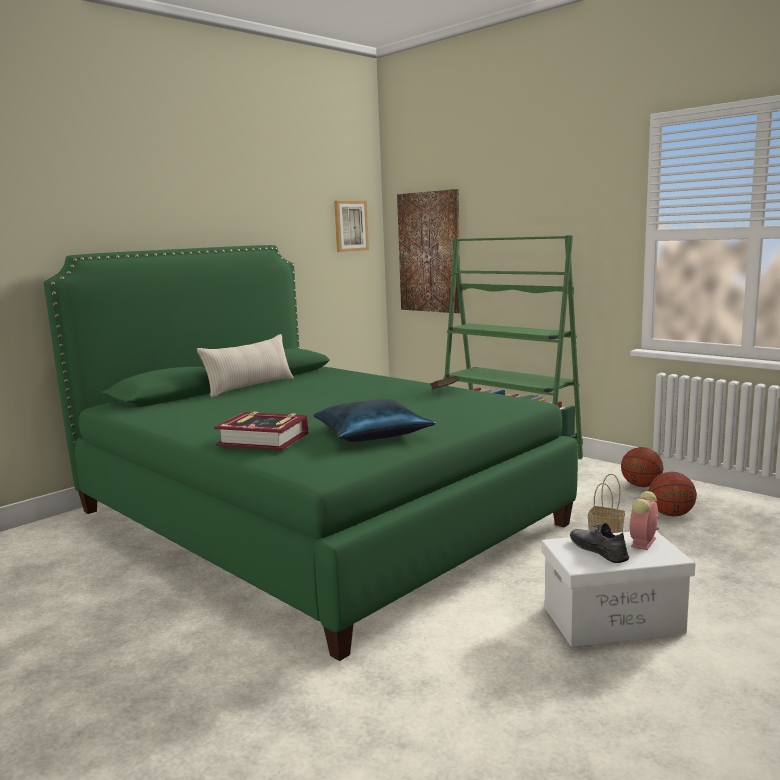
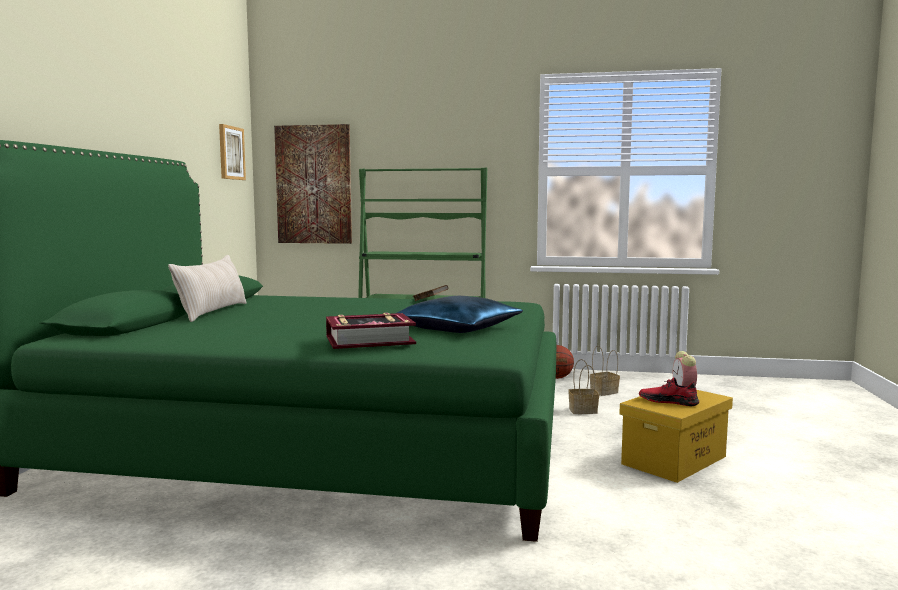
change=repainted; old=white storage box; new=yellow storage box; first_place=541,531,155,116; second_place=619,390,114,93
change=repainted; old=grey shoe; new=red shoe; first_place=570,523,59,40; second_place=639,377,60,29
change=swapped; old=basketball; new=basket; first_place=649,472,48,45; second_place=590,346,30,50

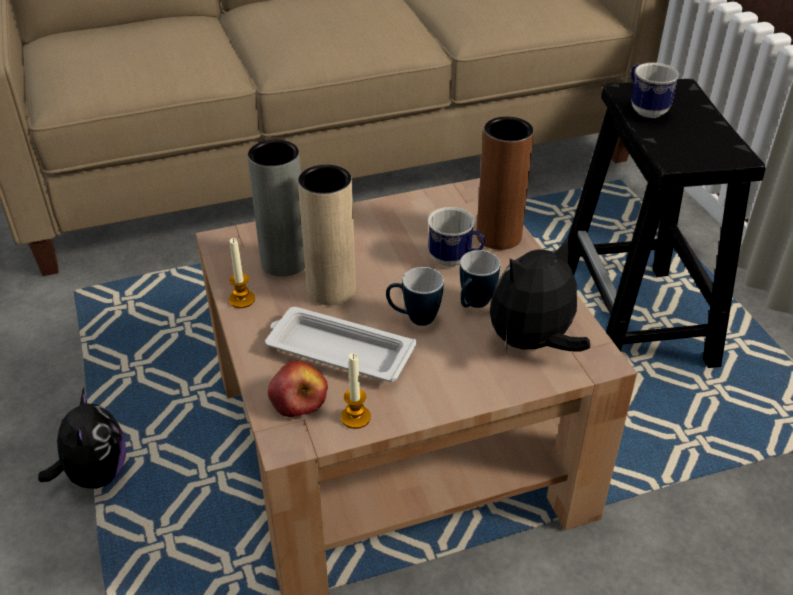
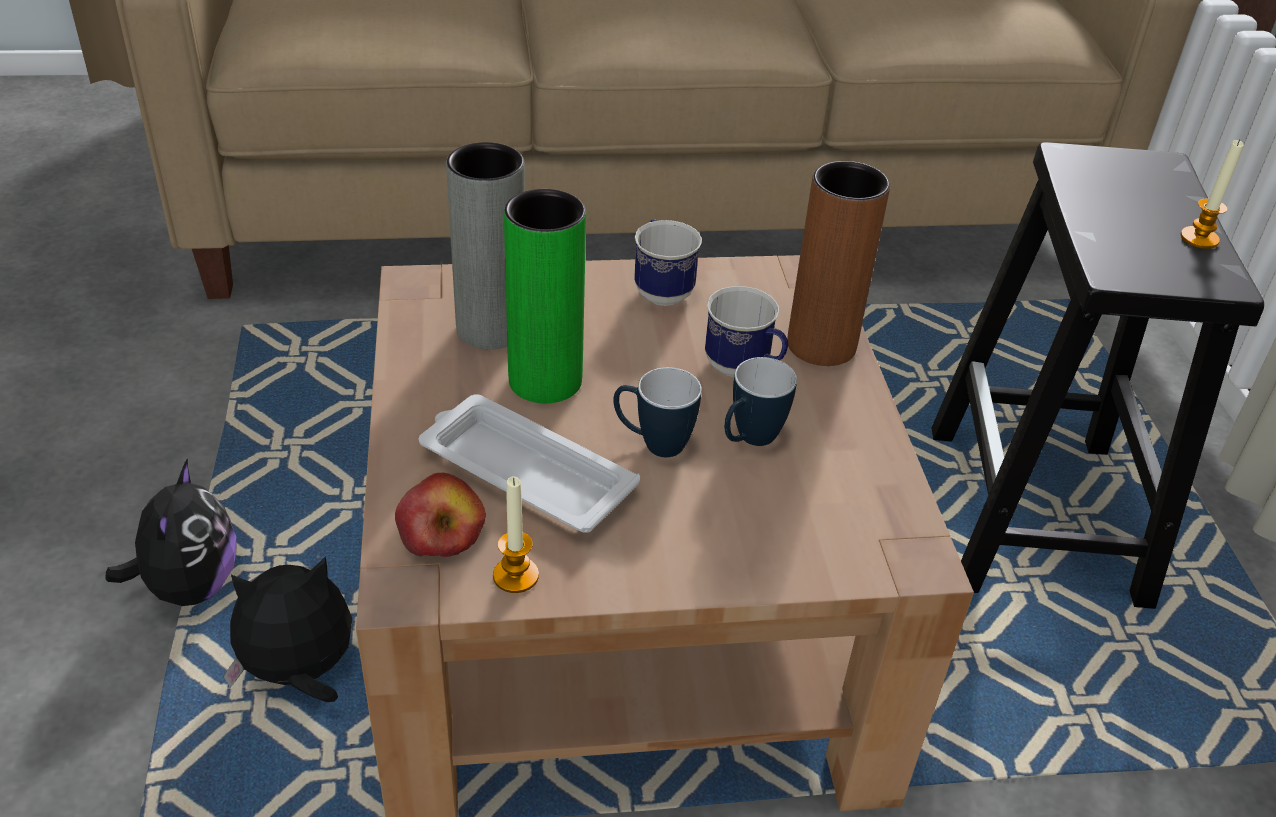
change=shifted; old=candle; first_place=229,238,26,70; second_place=1180,139,64,110
change=repainted; old=beige vase; new=green vase; first_place=298,165,58,140; second_place=504,189,82,214
change=shifted; old=plush toy; first_place=490,237,100,117; second_place=223,556,129,146
change=shifted; old=mug; first_place=631,63,49,55; second_place=634,219,68,87

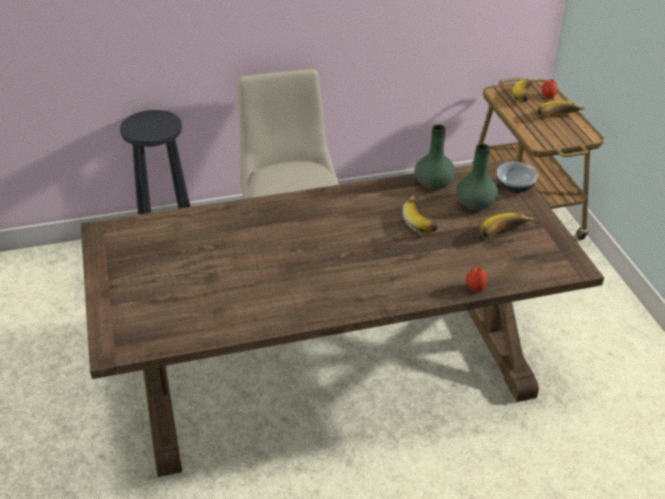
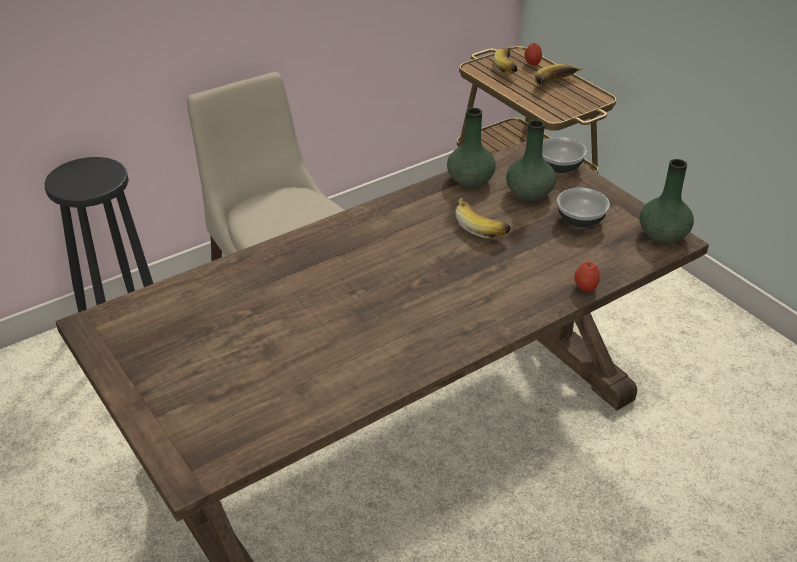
change=swapped; old=banana; new=bowl; first_place=481,213,53,26; second_place=557,188,53,39
change=new; new=green vase; second_place=640,159,54,84

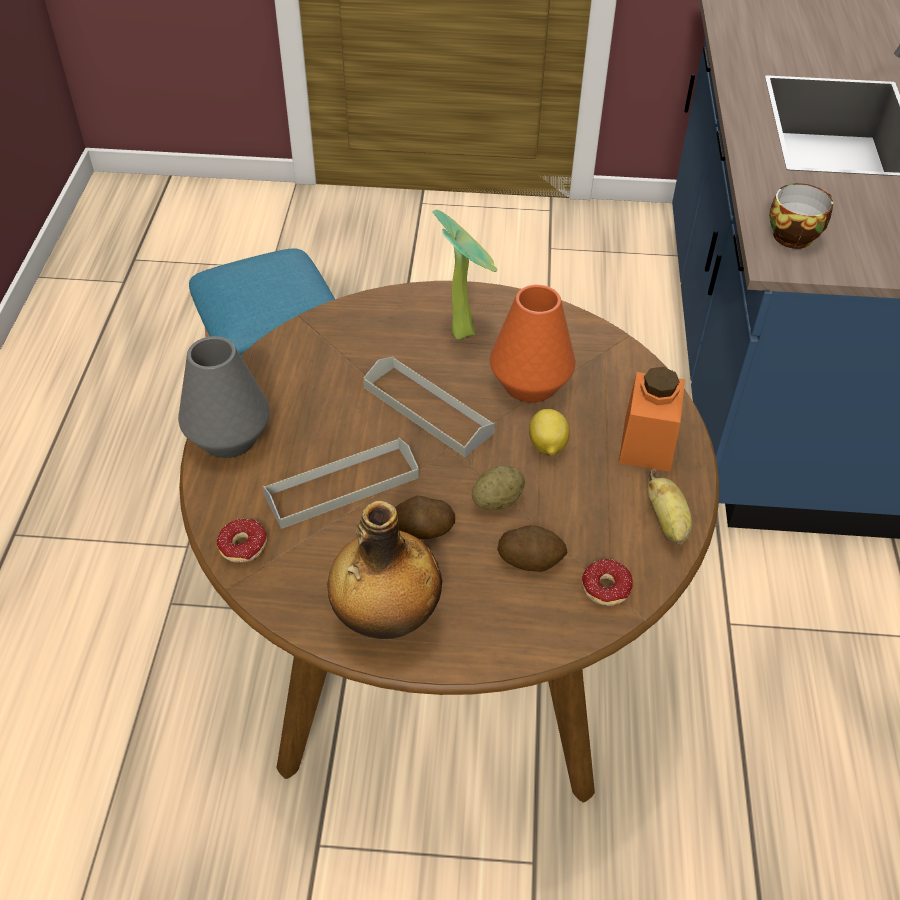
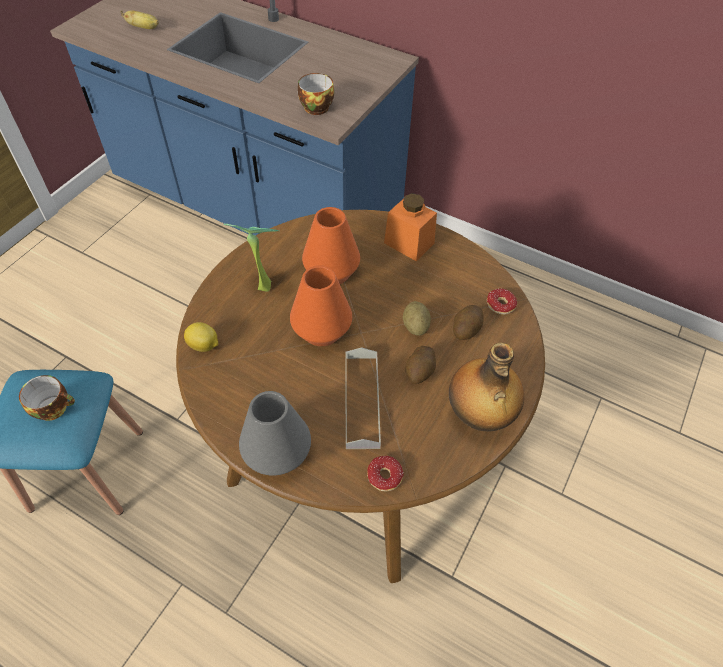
change=swapped; old=grey tray; new=orange vase; first_place=363,356,132,101; second_place=290,265,62,81
change=shifted; old=lemon; first_place=529,409,41,47; second_place=184,322,34,30
change=shifted; old=banana; first_place=648,469,44,76; second_place=120,10,39,19
change=new; new=cup; second_place=19,375,56,46

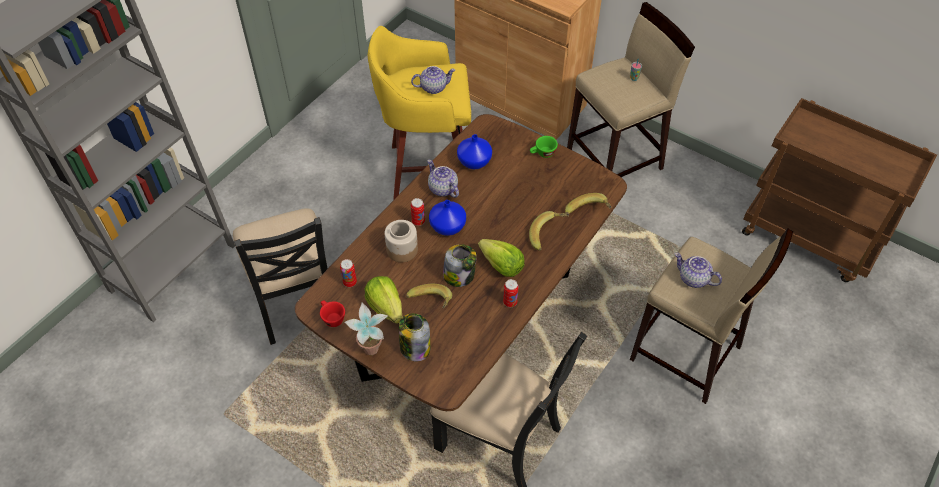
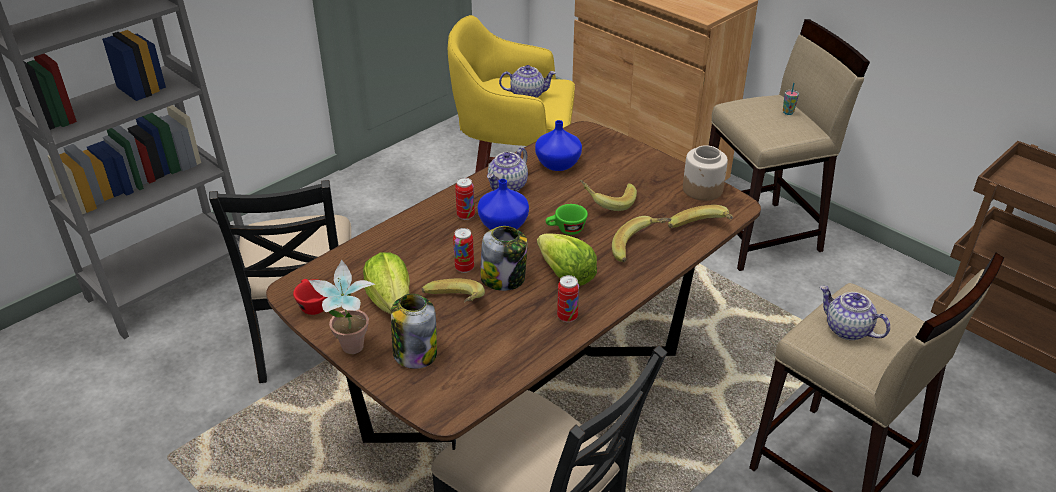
change=shifted; old=can; first_place=340,259,17,28; second_place=453,228,21,45
change=shifted; old=jar; first_place=385,220,33,42; second_place=683,145,45,56
change=rotated; old=teapot; first_place=427,160,32,38; second_place=487,147,41,45; degrees=-120
change=shifted; old=green cup; first_place=530,136,28,22; second_place=546,204,42,31
change=new; new=banana; second_place=580,180,57,31

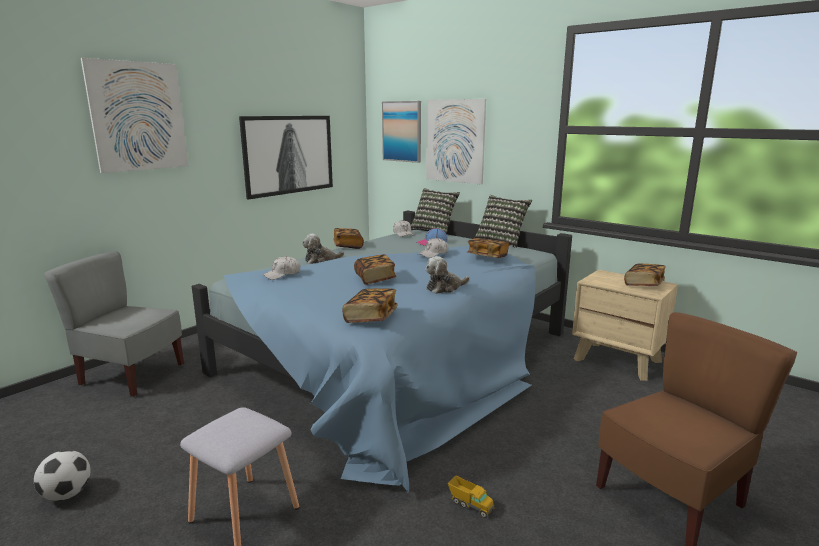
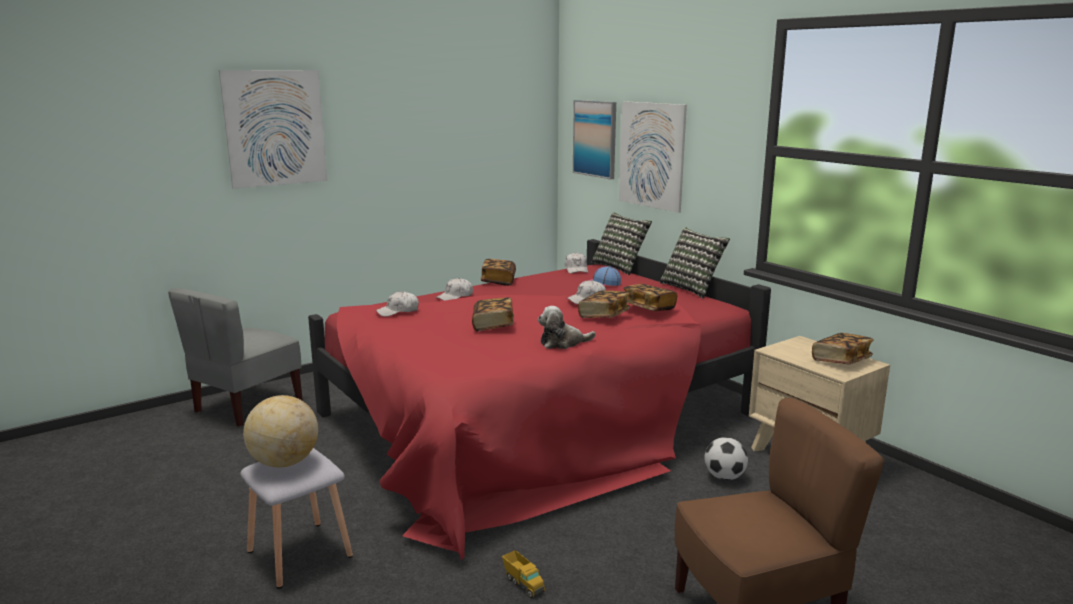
change=shifted; old=football; first_place=34,450,57,51; second_place=704,437,44,43
change=rotated; old=grey chair; first_place=44,251,140,146; second_place=168,288,135,139; degrees=-90
change=repainted; old=blue bed; new=red bed; first_place=192,211,380,282; second_place=308,239,463,321
change=gone; old=picture; first_place=239,116,94,83
change=swapped; old=plush toy; new=white cap; first_place=302,234,42,30; second_place=436,278,37,23
change=shifted; old=book; first_place=342,288,56,35; second_place=578,290,52,28
change=new; new=globe; second_place=243,395,75,72

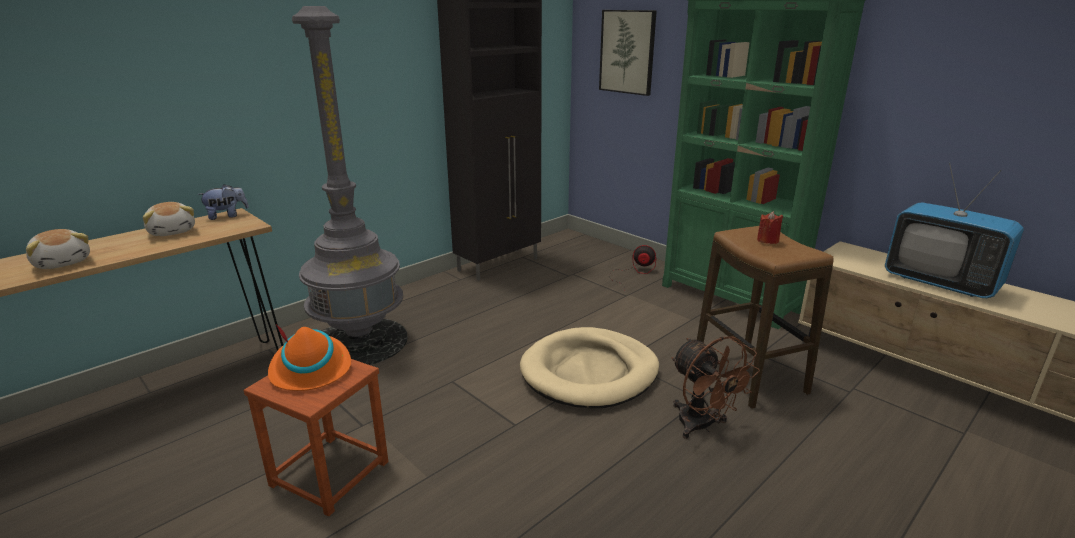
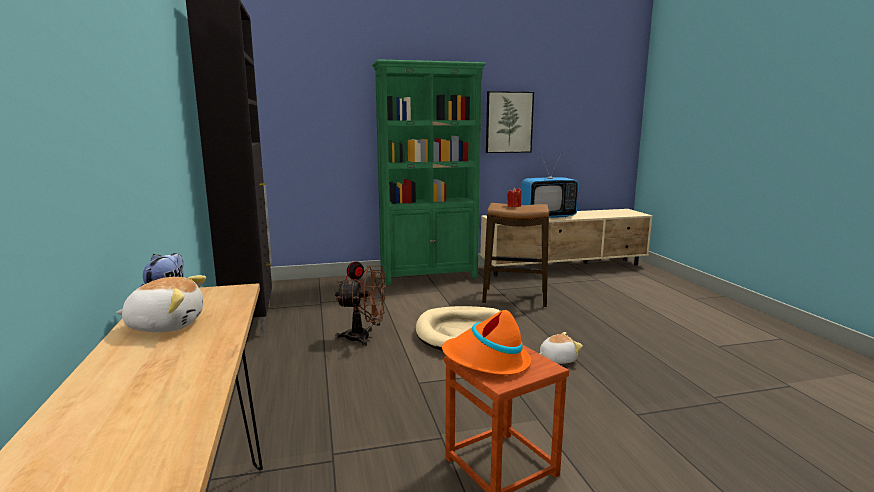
change=shifted; old=plush toy; first_place=26,229,64,40; second_place=539,332,44,32
change=gone; old=grey floor lamp; first_place=292,6,116,359
change=shifted; old=picture; first_place=599,10,58,86; second_place=486,91,48,62
change=shifted; old=brown fan; first_place=672,336,88,103; second_place=335,265,51,81

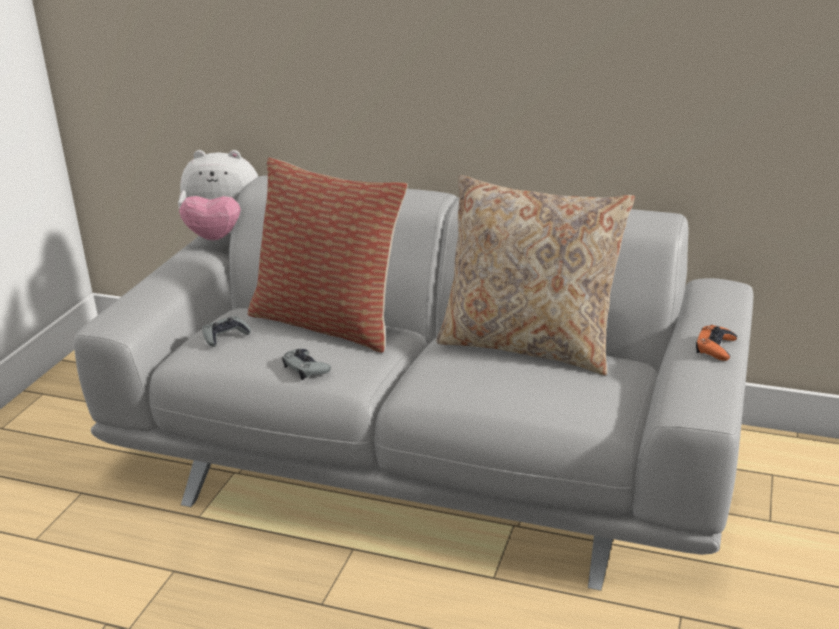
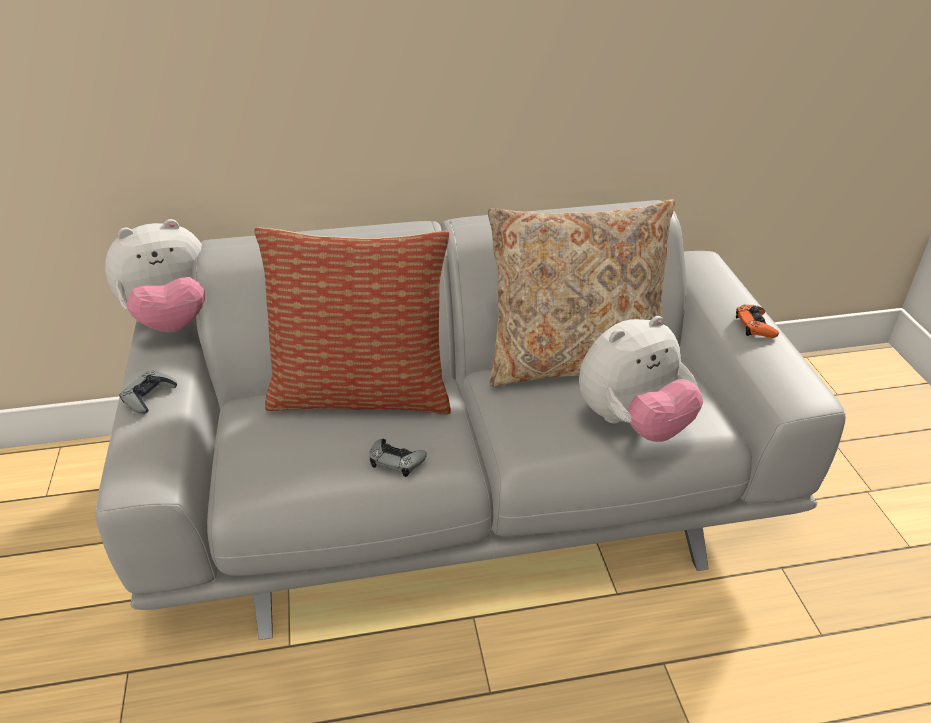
change=shifted; old=grey game controller; first_place=202,316,49,31; second_place=120,371,57,43
change=new; new=plush toy; second_place=579,316,124,126

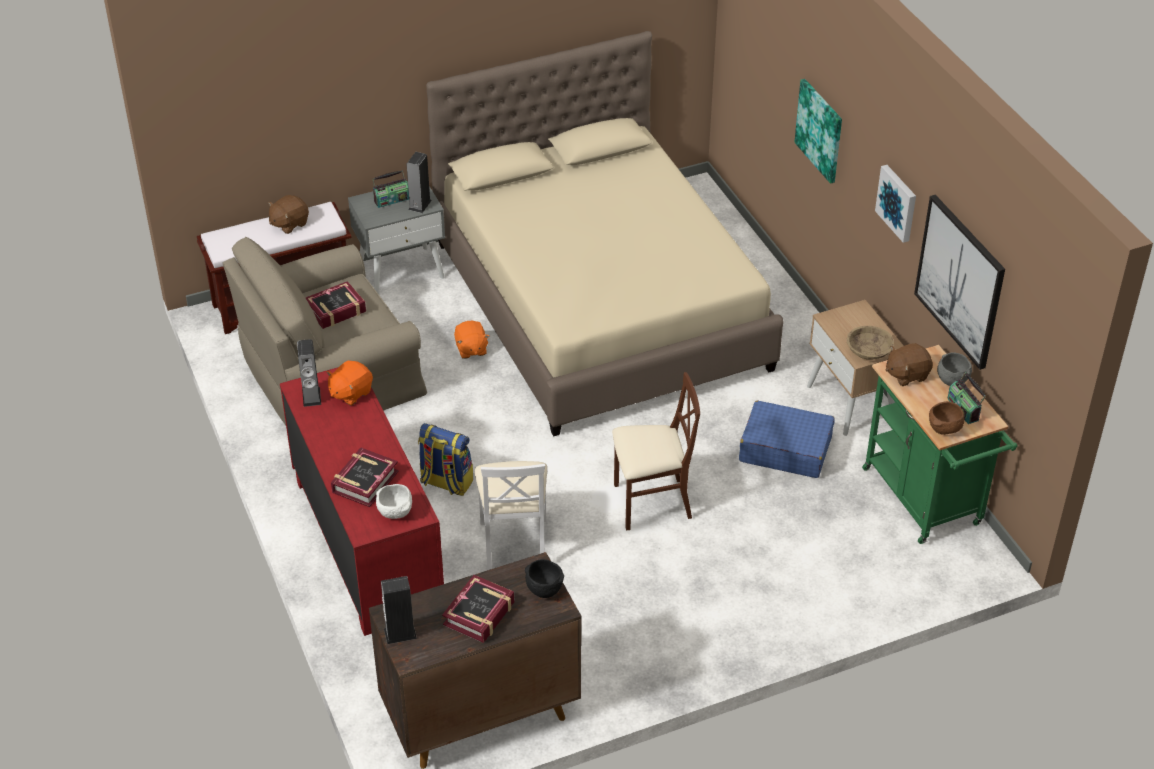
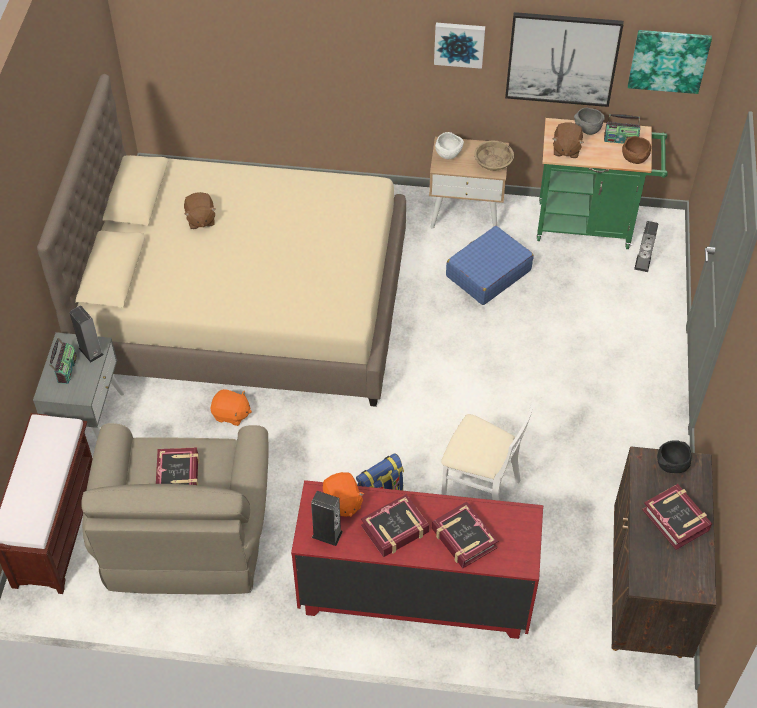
change=shifted; old=brown plush toy; first_place=268,195,41,39; second_place=184,192,32,37
change=shifted; old=white bowl; first_place=376,484,36,35; second_place=435,132,29,27
change=shifted; old=speaker; first_place=381,576,36,68; second_place=634,221,24,51
change=gone; old=brown chair; first_place=612,372,88,159
change=shifted; old=picture; first_place=794,79,48,105; second_place=628,30,84,64
change=new; new=book; second_place=361,494,68,63

